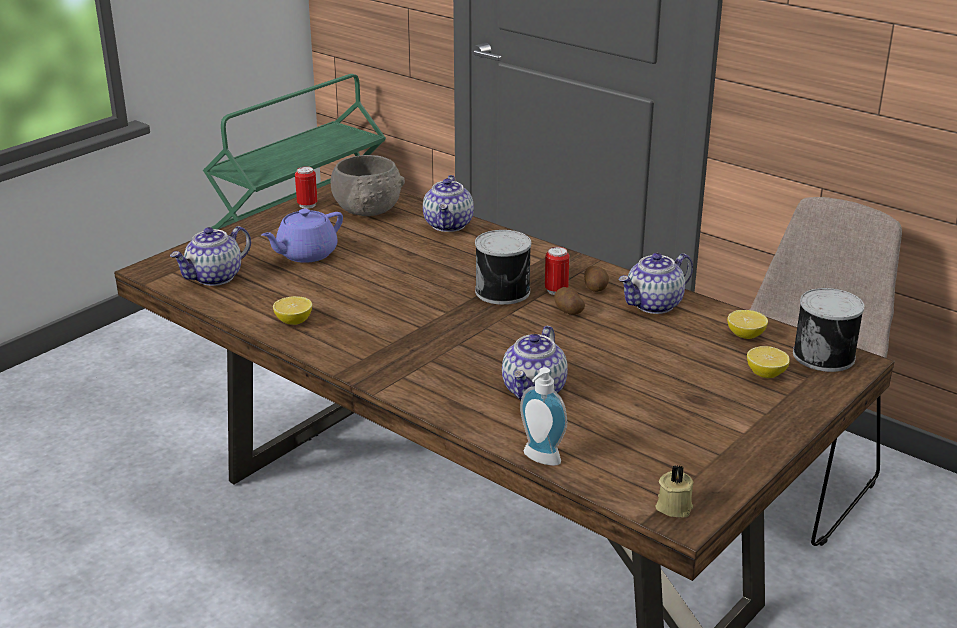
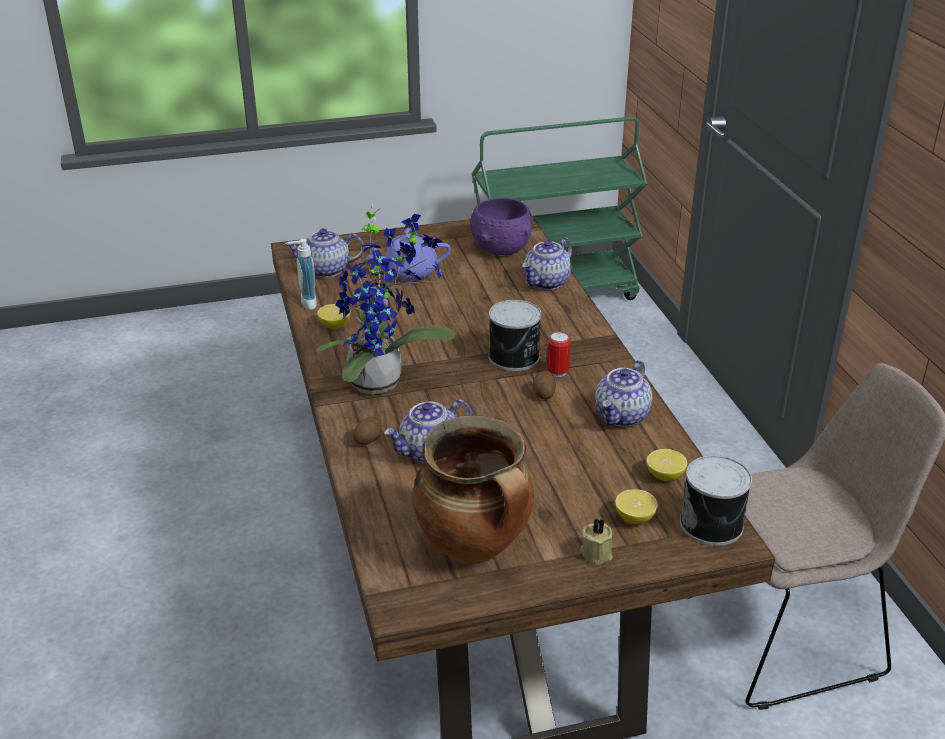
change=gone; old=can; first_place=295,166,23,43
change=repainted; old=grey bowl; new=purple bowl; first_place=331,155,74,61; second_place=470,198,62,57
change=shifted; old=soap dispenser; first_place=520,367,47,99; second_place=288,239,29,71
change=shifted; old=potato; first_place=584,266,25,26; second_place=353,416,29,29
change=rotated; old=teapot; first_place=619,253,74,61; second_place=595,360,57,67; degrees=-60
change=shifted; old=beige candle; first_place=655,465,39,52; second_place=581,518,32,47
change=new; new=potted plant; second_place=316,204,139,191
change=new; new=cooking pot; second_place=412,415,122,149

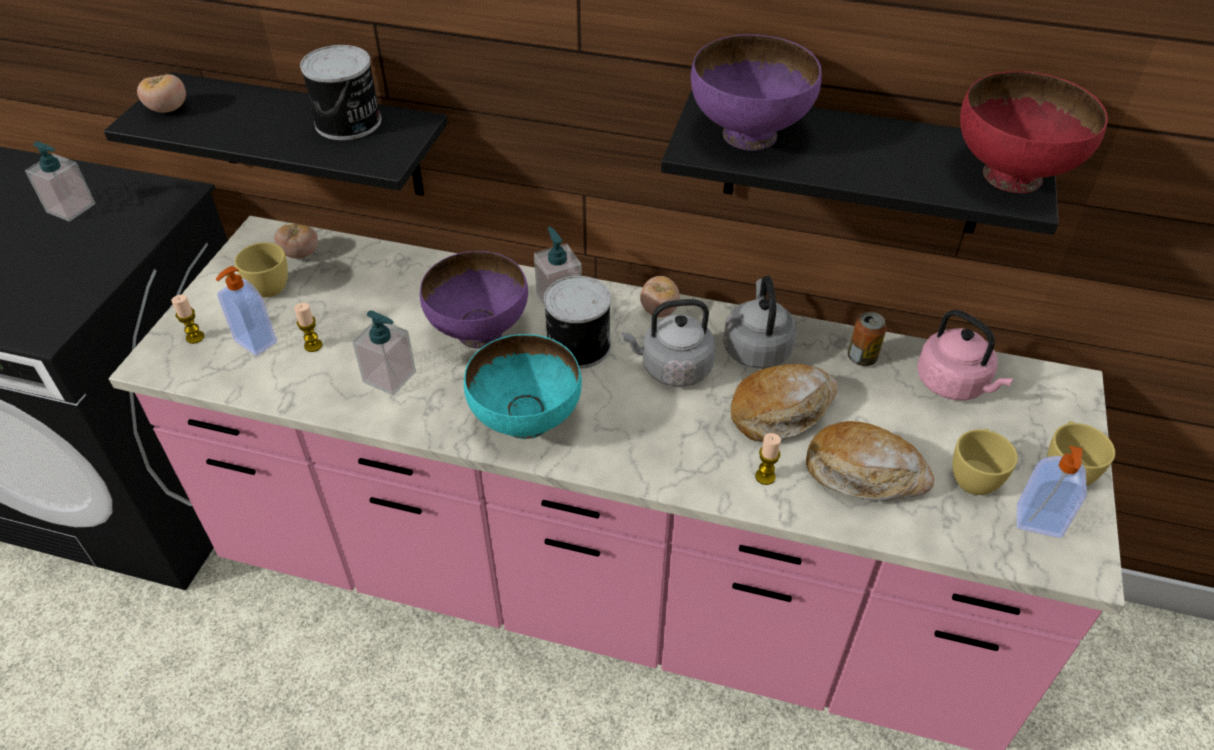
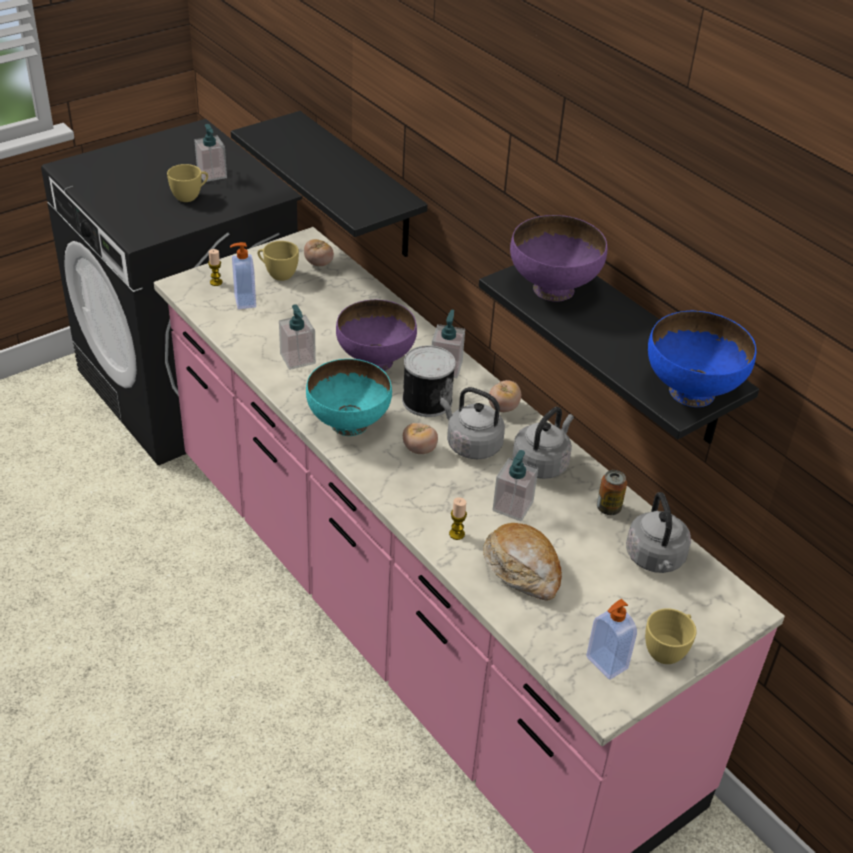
change=shifted; old=tomato; first_place=137,74,49,39; second_place=403,423,35,31
change=gone; old=candle; first_place=294,303,28,49
change=gone; old=can; first_place=300,45,81,95
change=swapped; old=bread; new=soap dispenser; first_place=731,364,107,78; second_place=492,450,46,71
change=repainted; old=pink kettle; new=grey kettle; first_place=917,310,96,90; second_place=626,492,65,81
change=shifted; old=yellow cup; first_place=952,428,66,67; second_place=167,164,41,38
change=repainted; old=red bowl; new=blue bowl; first_place=960,71,148,122; second_place=648,311,108,96

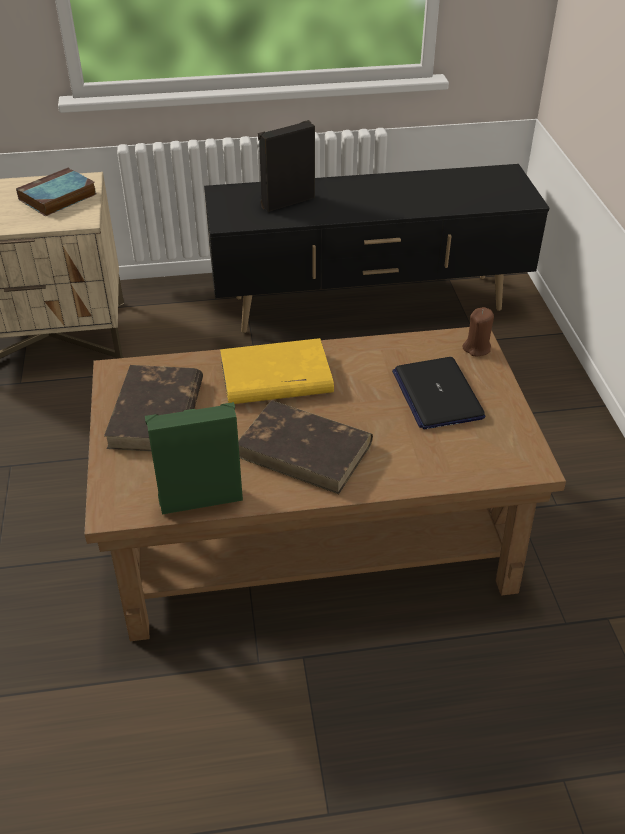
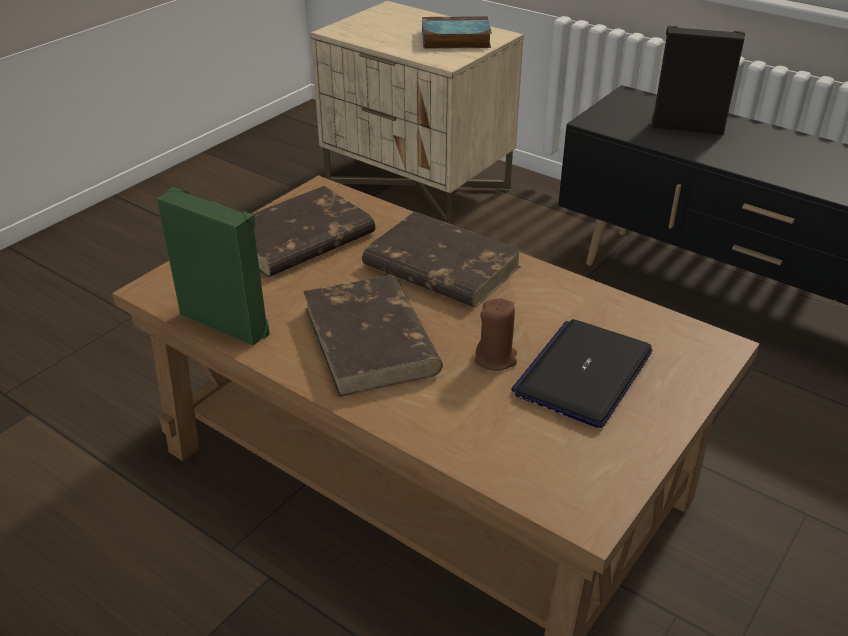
change=repainted; old=yellow book; new=brown book; first_place=220,338,114,66; second_place=362,211,160,96
change=shifted; old=brown candle; first_place=462,307,32,49; second_place=475,298,42,73

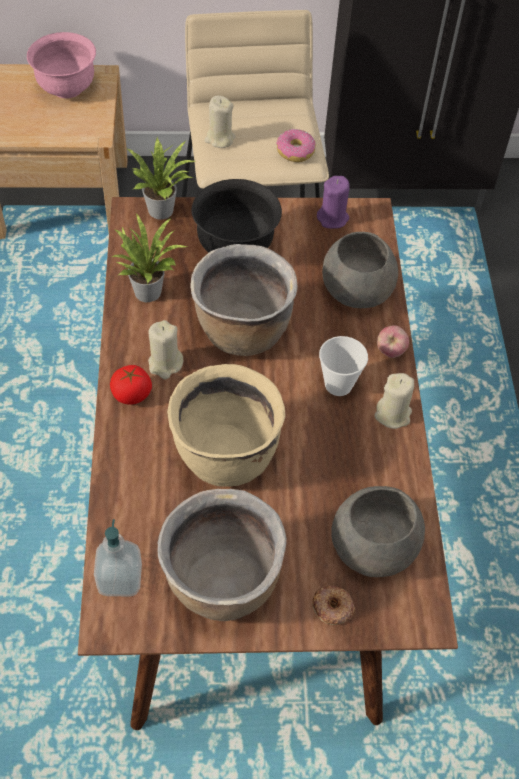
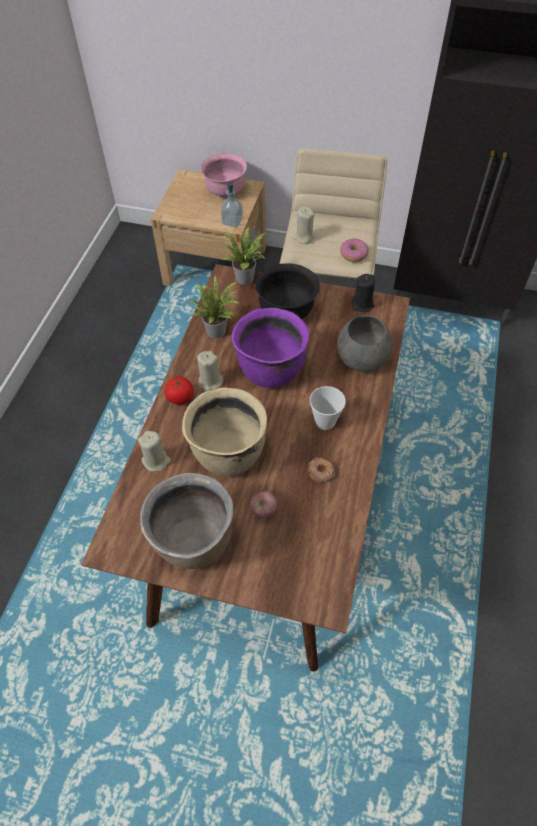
change=shifted; old=soap dispenser; first_place=94,519,48,78; second_place=221,182,22,45
change=repainted; old=brown cooking pot; new=purple cooking pot; first_place=190,244,108,112; second_place=231,308,78,80
change=shifted; old=donut; first_place=312,585,43,40; second_place=308,457,27,26
change=repainted; old=purple candle; new=black candle; first_place=317,176,33,53; second_place=351,274,24,38
change=gone; old=grey bowl; first_place=331,486,94,91
change=shifted; old=beige candle; first_place=374,373,40,56; second_place=138,431,33,41
change=shifted; old=apple; first_place=377,325,32,33; second_place=250,491,27,27

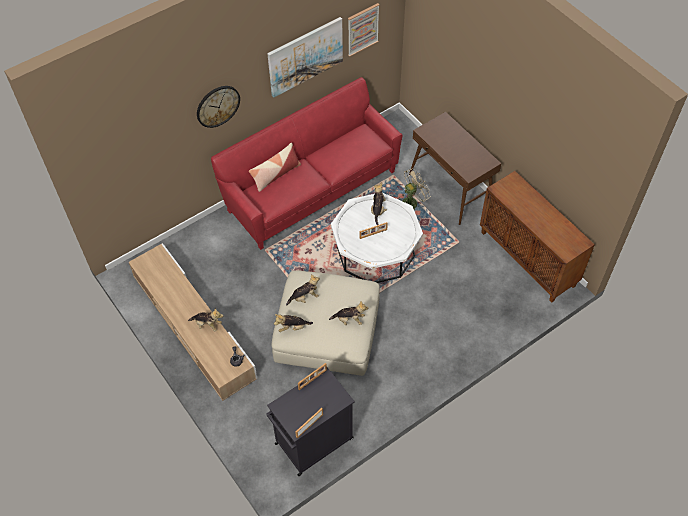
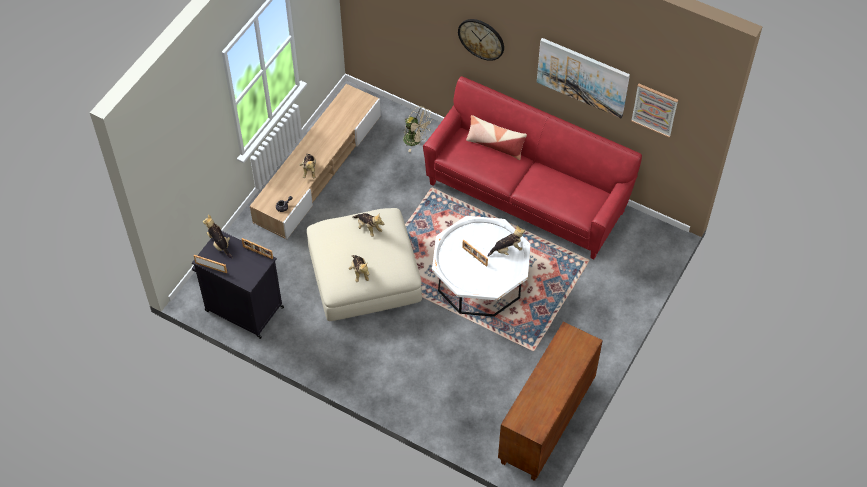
change=shifted; old=plush toy; first_place=274,314,39,18; second_place=203,214,30,44
change=shifted; old=beige fan; first_place=400,168,31,42; second_place=403,106,30,46
change=gone; old=brown console table; first_place=409,112,92,113

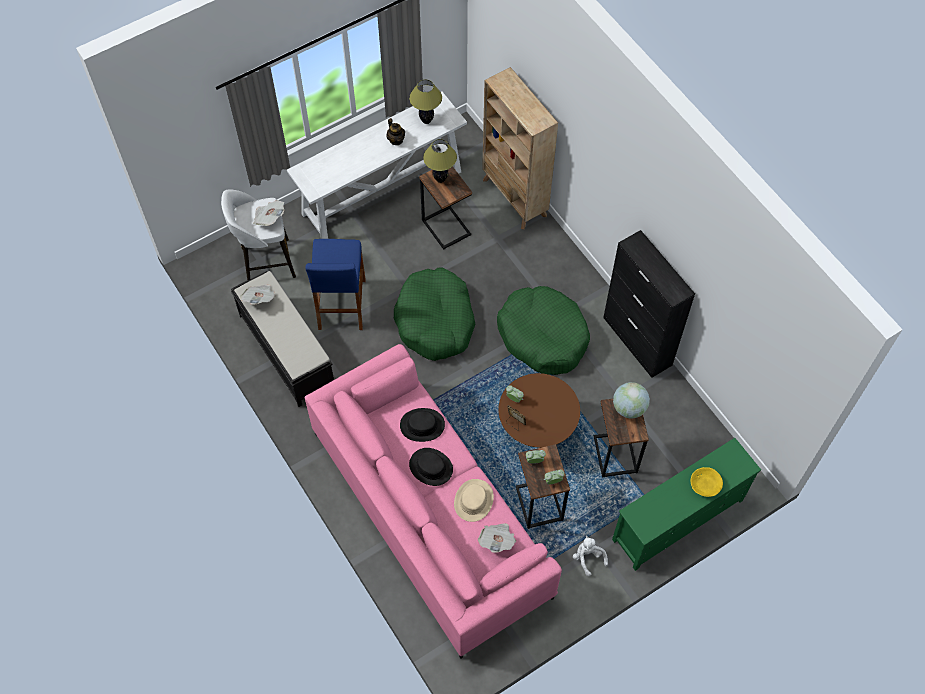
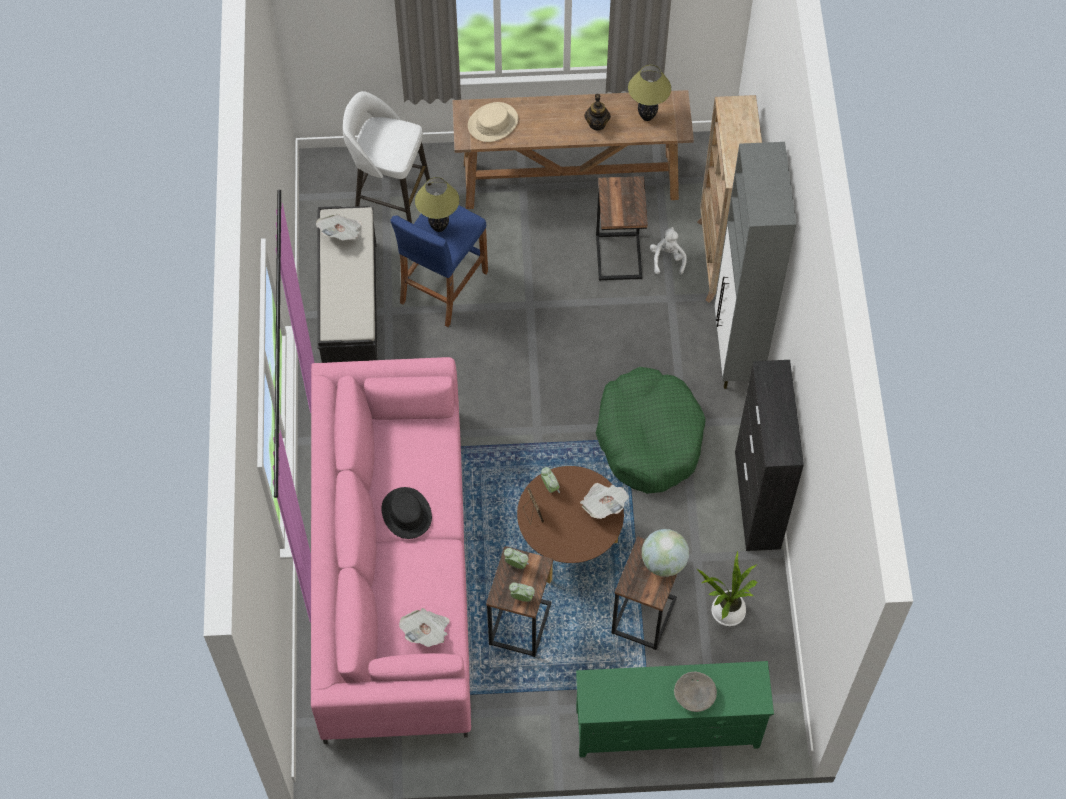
change=shifted; old=newspaper; first_place=253,200,31,26; second_place=580,483,49,36
change=repainted; old=white console table; new=brown console table; first_place=287,92,180,147; second_place=452,90,242,119
change=gone; old=green dog bed; first_place=394,267,81,94
change=gone; old=black hat; first_place=400,408,45,34
change=shifted; old=table lamp; first_place=423,139,34,44; second_place=415,177,45,55
change=shifted; old=beige hat; first_place=454,479,40,43; second_place=468,102,50,40
change=shifted; old=white plush toy; first_place=573,535,35,41; second_place=650,227,37,48
change=repainted; old=yellow bowl; new=grey bowl; first_place=691,467,32,30; second_place=674,671,43,41
change=new; new=potted plant; second_place=697,550,60,76
change=new; new=grey cabinet; second_place=714,142,82,247

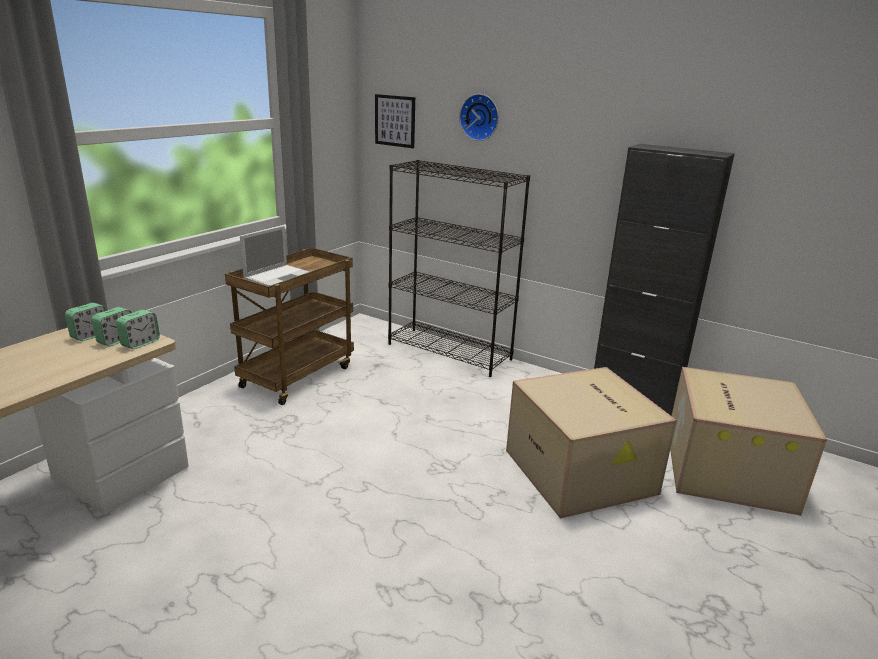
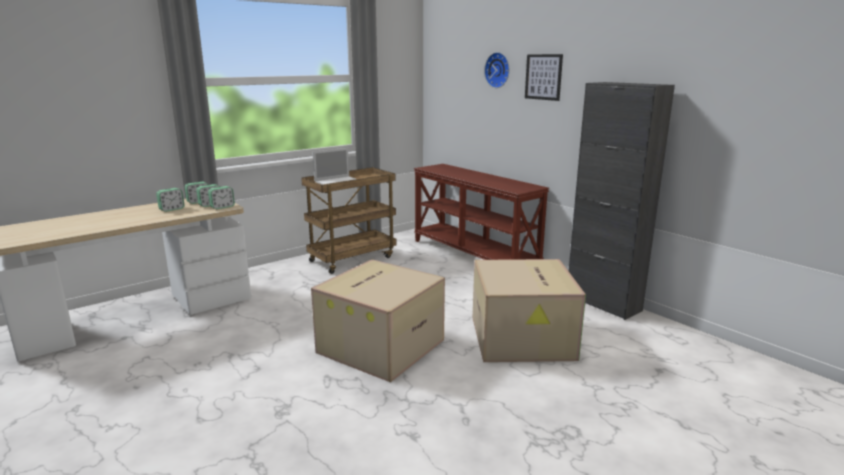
change=shifted; old=picture; first_place=375,94,40,54; second_place=525,54,38,47
change=swapped; old=black bookcase; new=brown console table; first_place=388,160,142,217; second_place=414,164,135,96
change=shifted; old=cardboard box; first_place=670,367,157,149; second_place=311,259,134,124
change=new; new=alarm clock; second_place=156,188,29,24

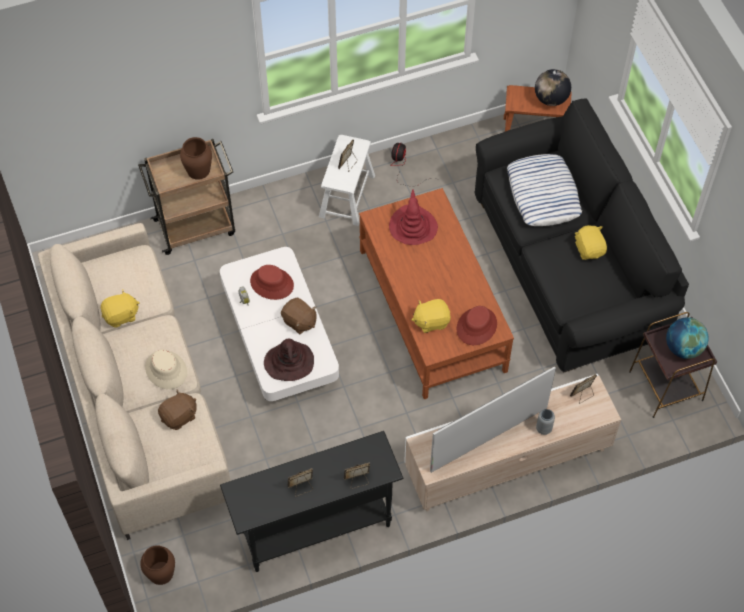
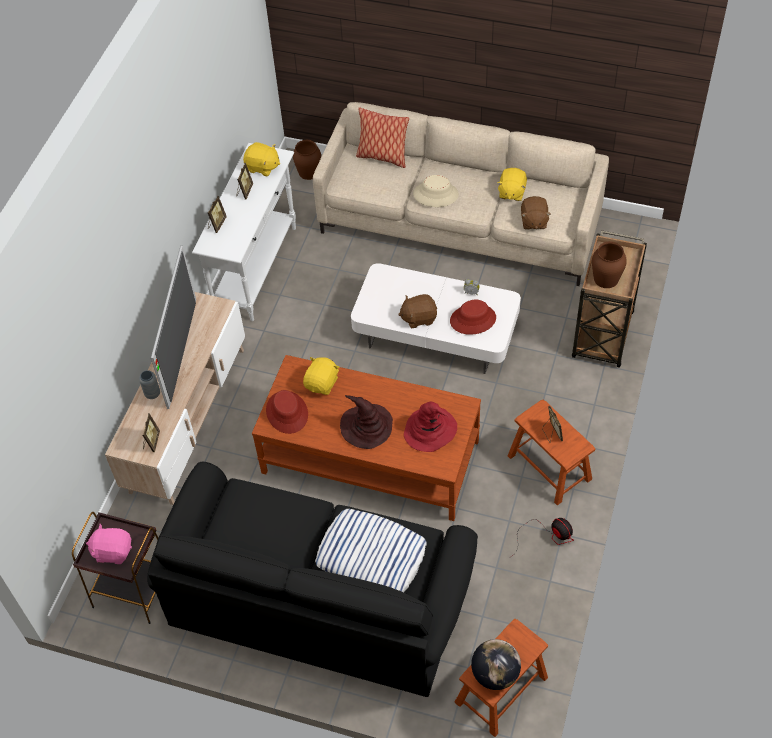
change=shifted; old=brown plush toy; first_place=158,389,39,41; second_place=521,196,30,34
change=repainted; old=black console table; new=white console table; first_place=220,431,184,141; second_place=192,143,104,178
change=shifted; old=brown hat; first_place=264,338,50,43; second_place=340,395,53,54
change=repainted; old=white stool; new=brown stool; first_place=319,135,56,91; second_place=508,400,87,105
change=shifted; old=yellow plush toy; first_place=574,225,33,35; second_place=243,142,37,35
change=swapped; old=globe; new=pink plush toy; first_place=666,317,43,42; second_place=86,524,46,40
change=new; new=pillow; second_place=356,107,53,61

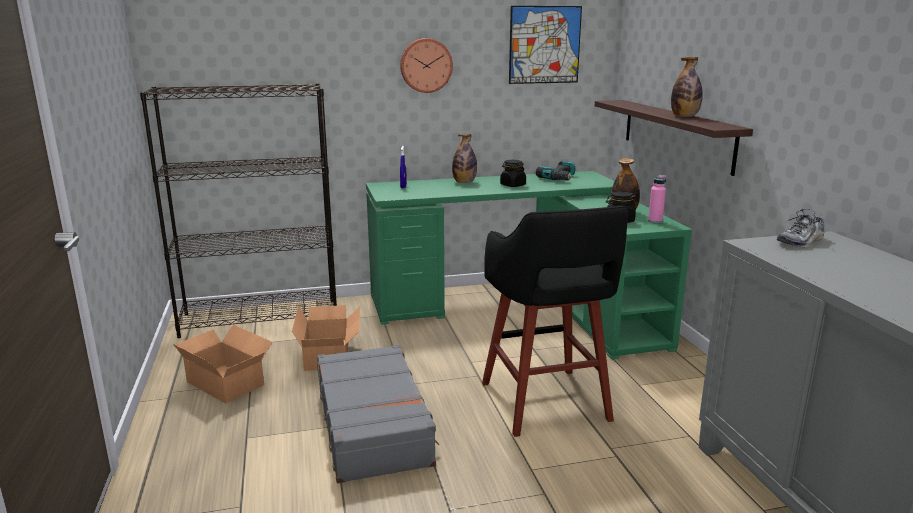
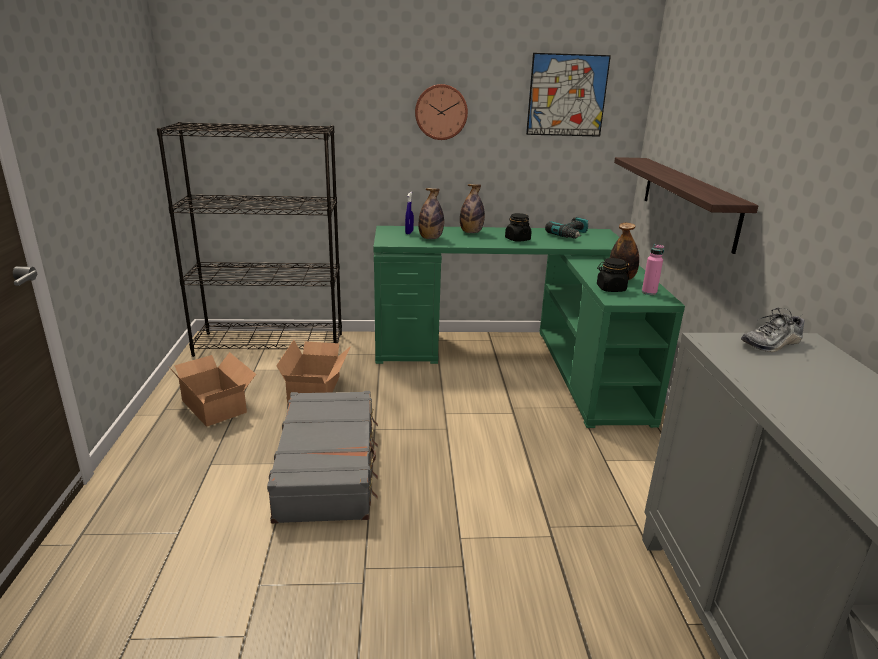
change=gone; old=black stool; first_place=482,206,146,231
change=shifted; old=bottle; first_place=671,57,32,60; second_place=418,188,26,51

